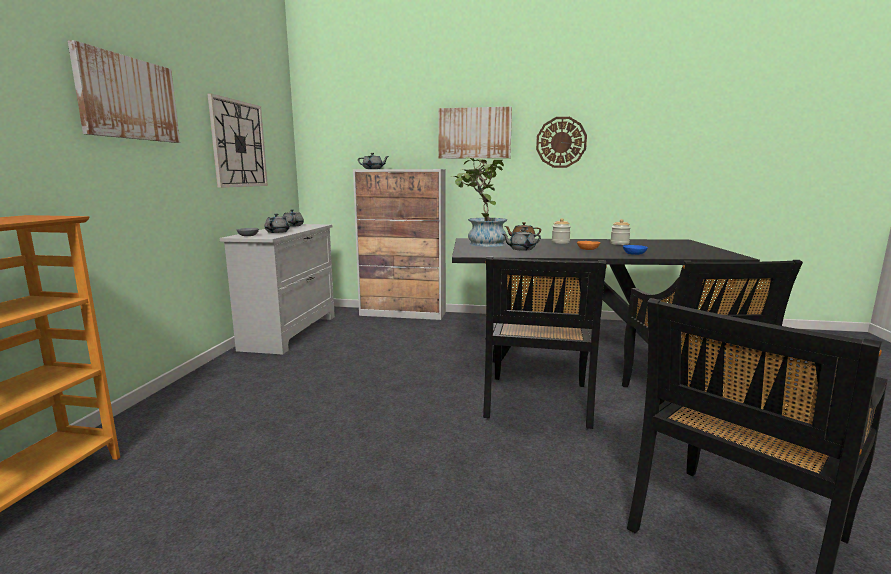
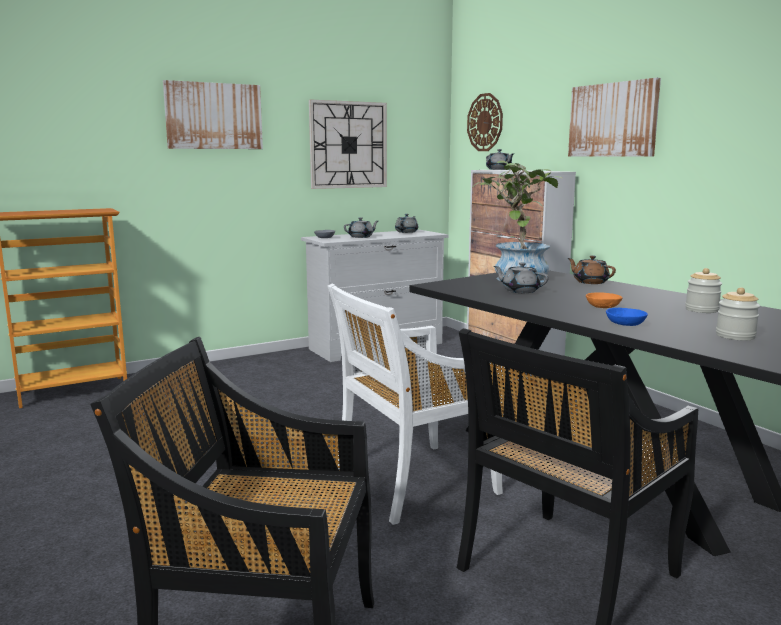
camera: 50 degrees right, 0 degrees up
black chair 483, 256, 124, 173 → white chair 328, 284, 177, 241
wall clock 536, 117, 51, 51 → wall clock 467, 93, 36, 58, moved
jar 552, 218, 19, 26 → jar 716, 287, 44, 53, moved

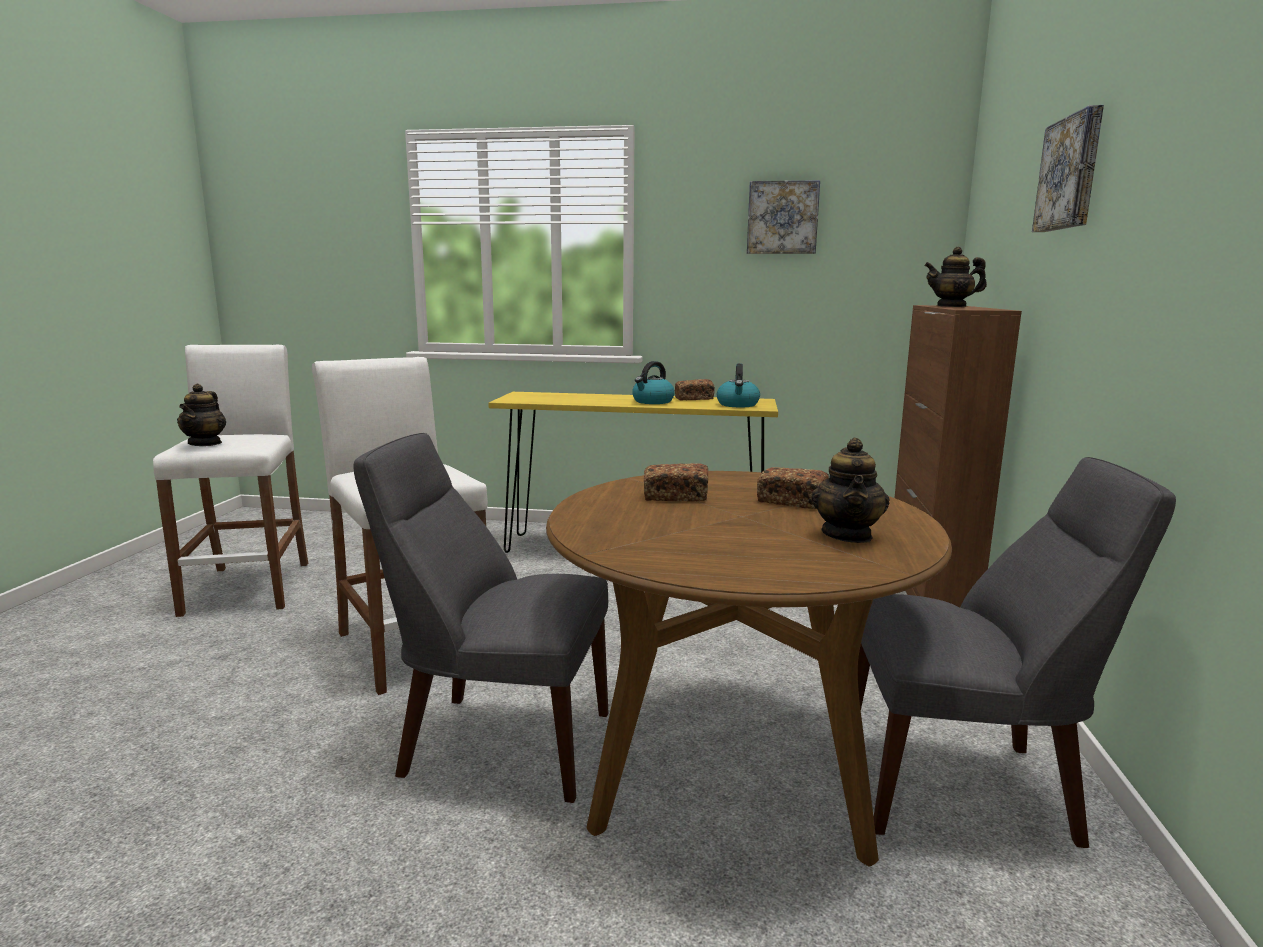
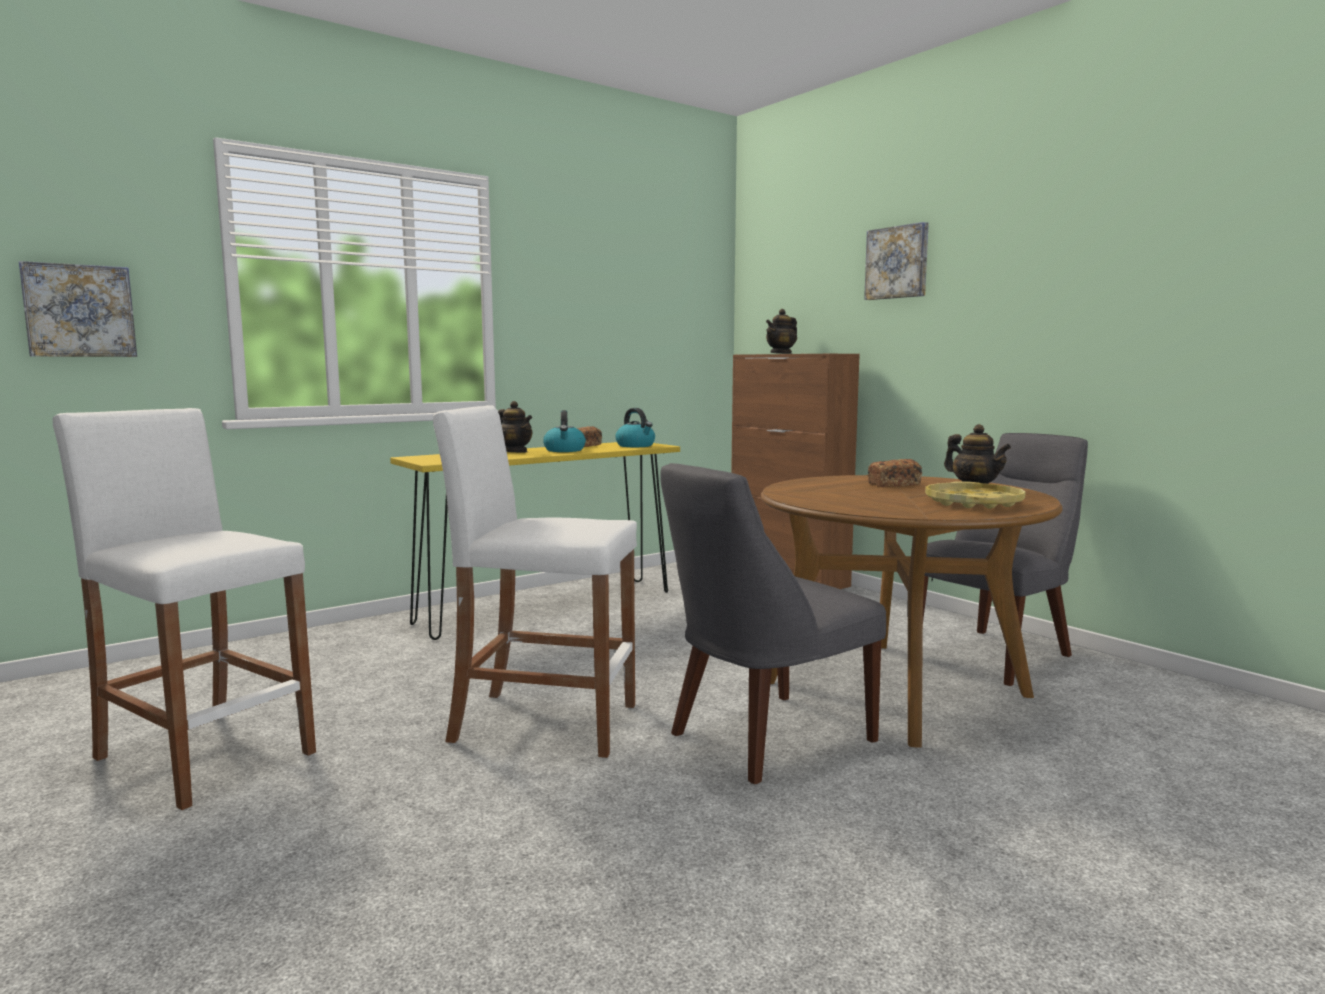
camera: 45 degrees left, 5 degrees down
teapot 177, 384, 49, 62 → teapot 498, 401, 34, 51, moved
bread 644, 463, 64, 39 → -
picture 747, 180, 73, 74 → picture 19, 261, 118, 96, moved
- → yellow tray 925, 481, 101, 28

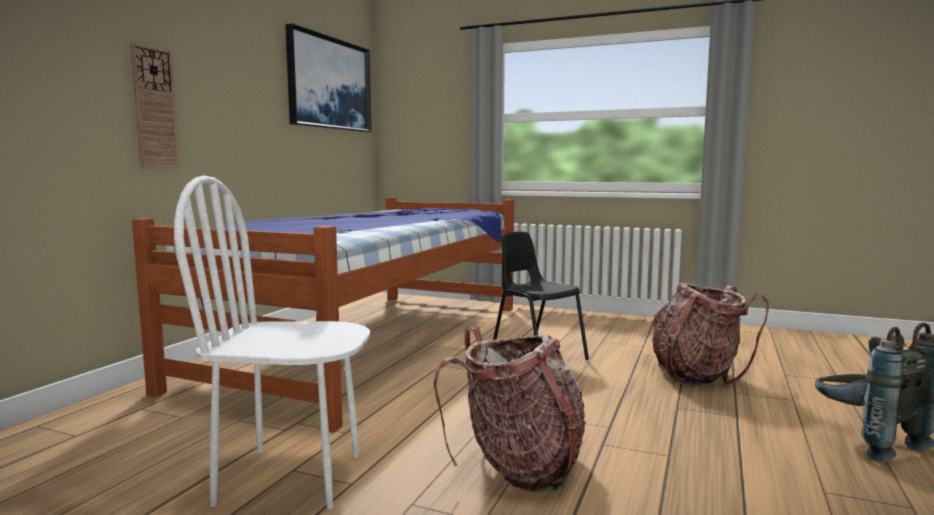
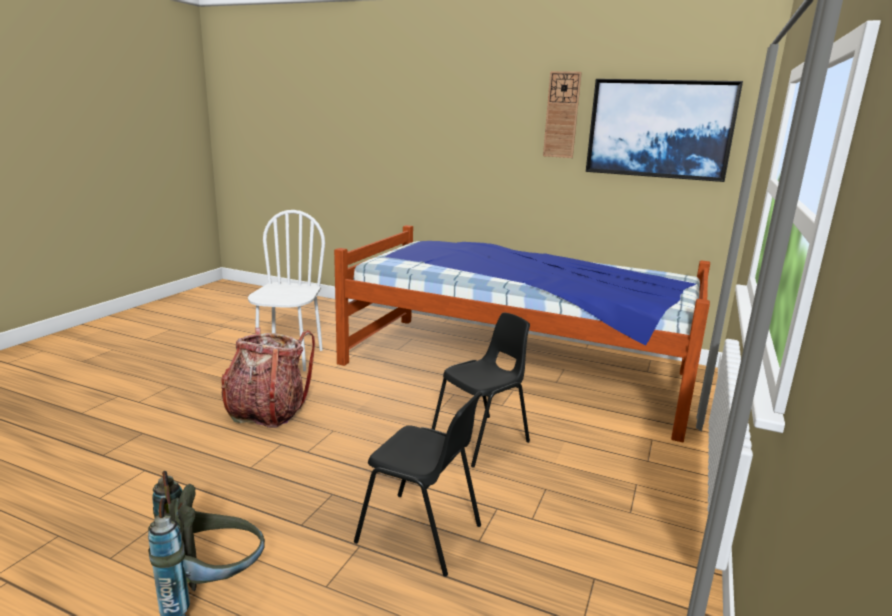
camera: 90 degrees right, 10 degrees up
wall clock 130, 43, 50, 125 → wall clock 543, 71, 39, 87, moved
backpack 652, 283, 117, 103 → black chair 354, 391, 128, 186

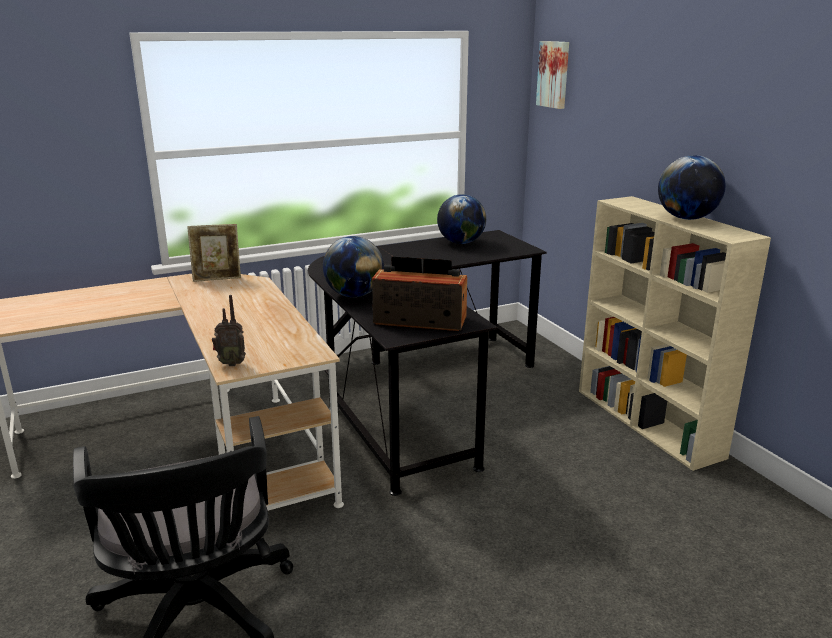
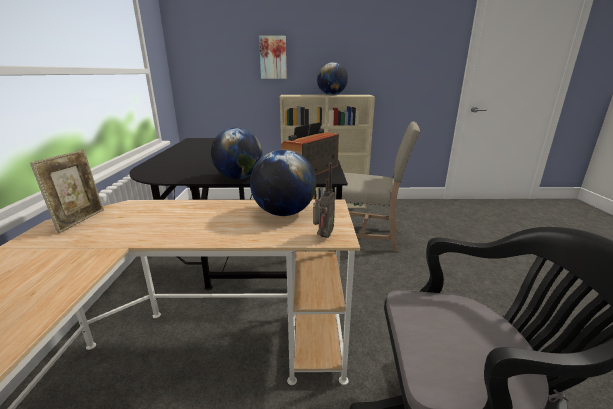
camera: 65 degrees left, 0 degrees up
globe 437, 194, 49, 50 → globe 250, 150, 66, 66, moved
picture 536, 41, 33, 68 → picture 259, 36, 28, 43, moved
- → beige chair 335, 121, 85, 131

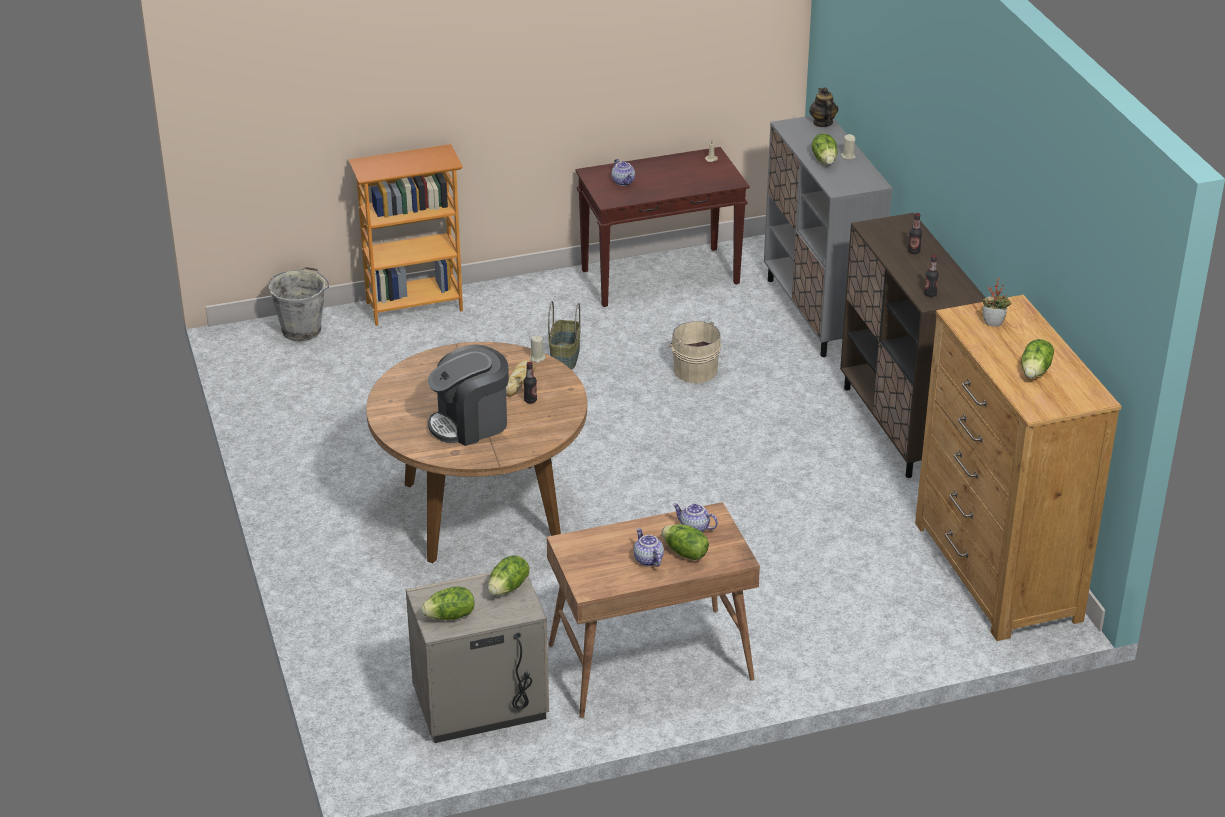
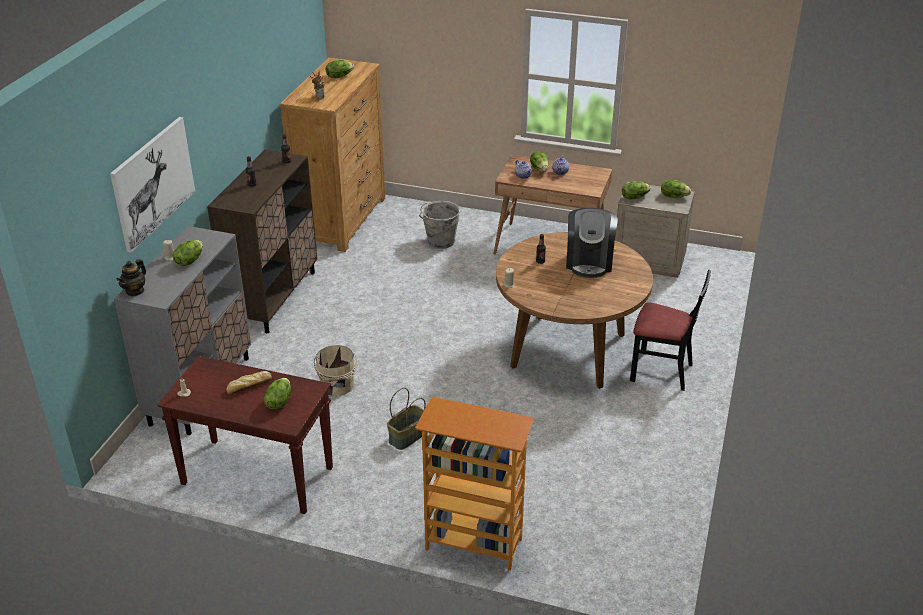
camera: 145 degrees left, 0 degrees up
grey bucket 269, 267, 60, 74 → grey bucket 419, 201, 41, 48, moved
coffee machine 428, 344, 81, 102 → coffee machine 566, 208, 52, 70, 90 degrees clockwise
bread 506, 360, 29, 37 → bread 226, 371, 46, 23, moved
teapot 612, 159, 23, 27 → lettuce 264, 378, 27, 31
- → picture 110, 117, 85, 136
- → black chair 630, 269, 81, 122

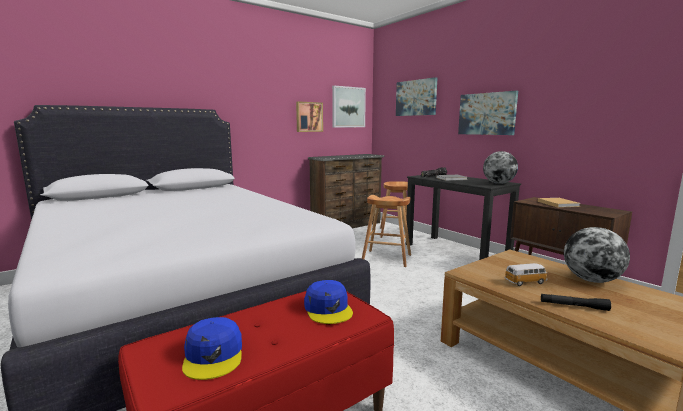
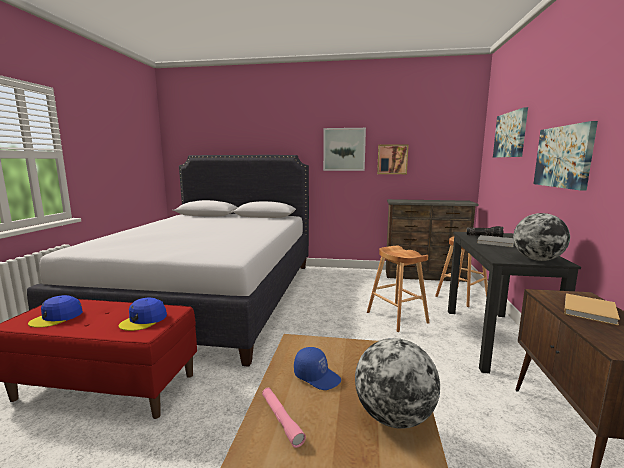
camera: 45 degrees right, 0 degrees up
picture 332, 85, 34, 42 → picture 323, 128, 43, 43, moved
toy car 504, 263, 43, 23 → blue cap 294, 347, 47, 43
black flashlight 541, 294, 70, 17 → pink flashlight 262, 388, 44, 60

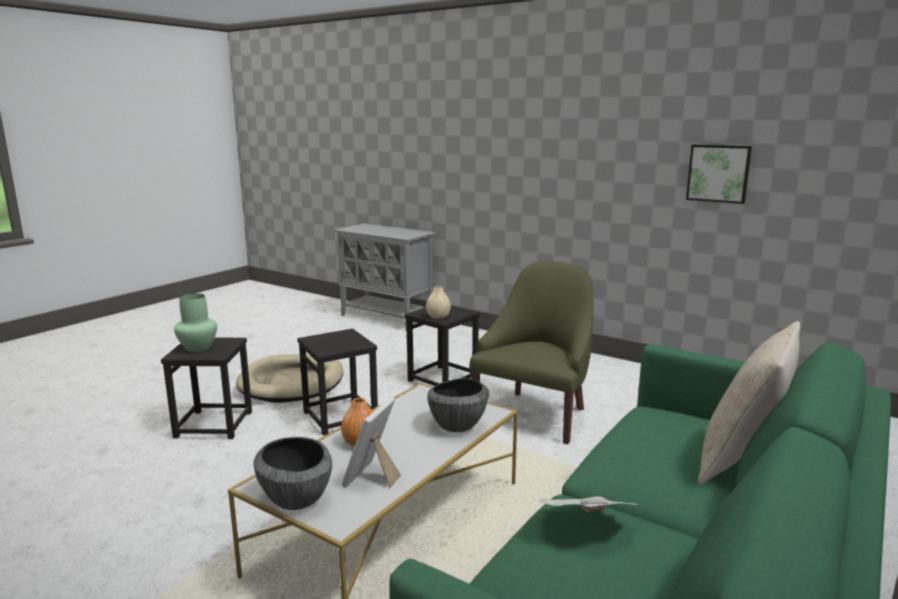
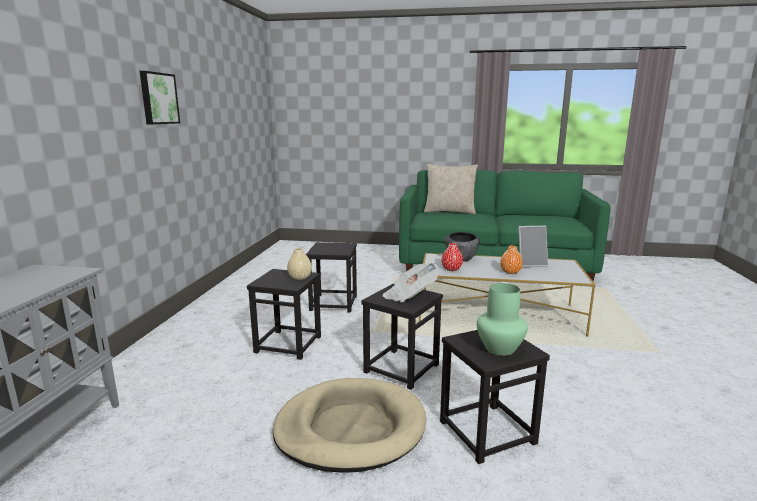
camera: 115 degrees left, 0 degrees up
bowl 253, 437, 79, 73 → -
green armchair 469, 261, 124, 183 → black stool 306, 242, 51, 70
newspaper 539, 497, 99, 16 → newspaper 383, 263, 55, 39, moved
picture 686, 145, 66, 59 → picture 140, 71, 40, 53, moved
- → red vase 441, 243, 22, 28

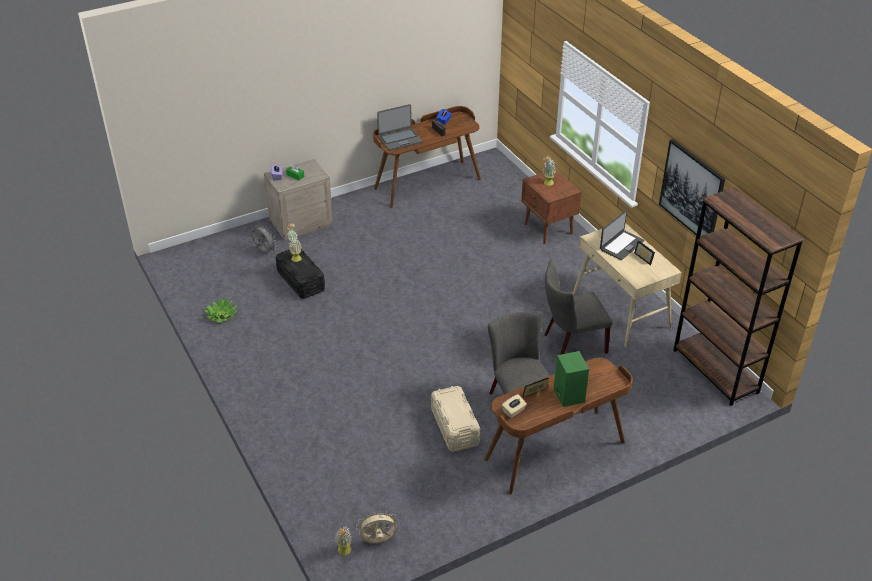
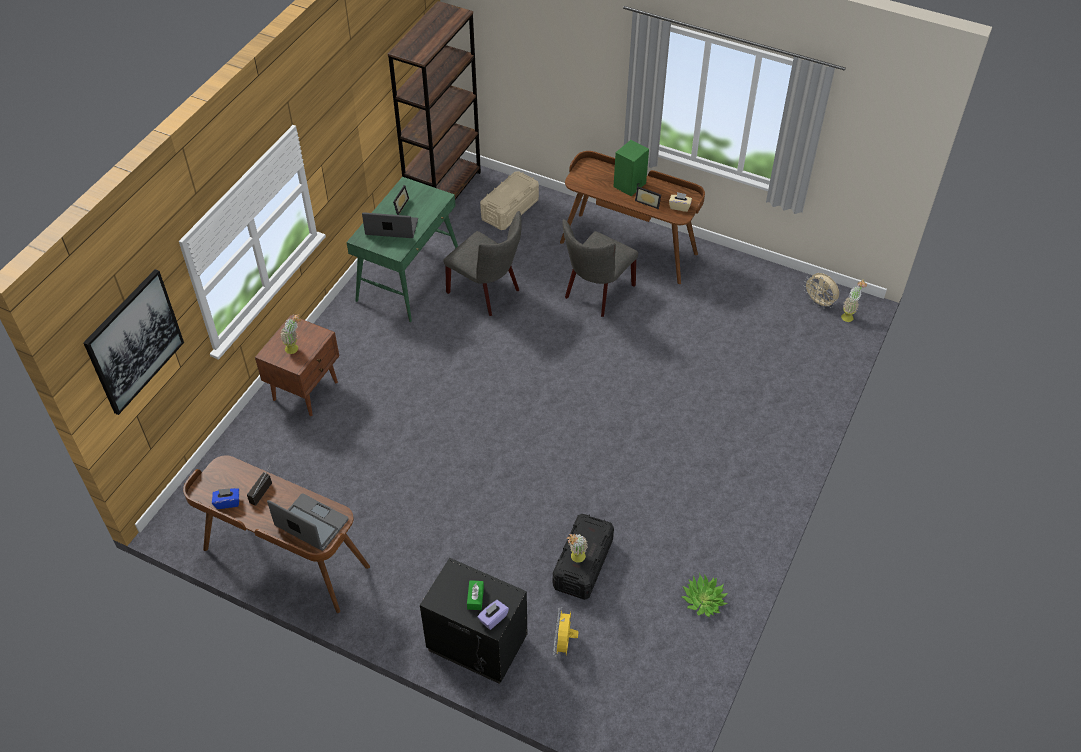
camera: 125 degrees left, 10 degrees up
grey fan 251, 223, 26, 30 → yellow fan 553, 607, 26, 50
beige nightstand 264, 159, 69, 81 → black nightstand 420, 558, 107, 126
beige storage box 431, 386, 49, 66 → beige storage box 480, 171, 59, 59, moved
beige desk 573, 223, 109, 124 → green desk 346, 177, 112, 145
picture 659, 139, 67, 97 → picture 83, 269, 101, 146, moved

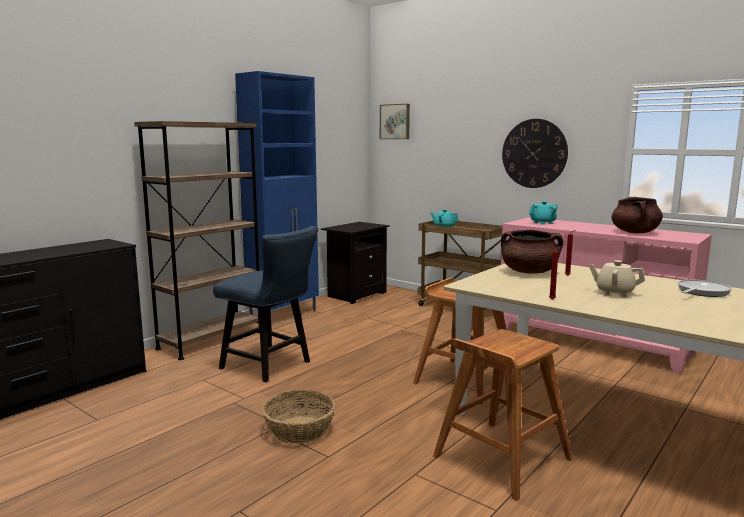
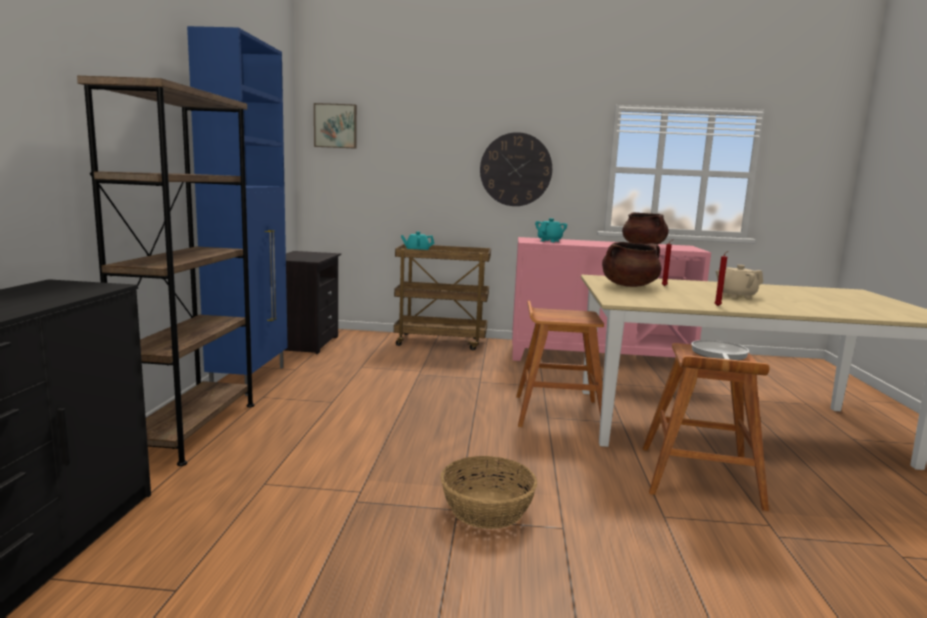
camera: 35 degrees left, 0 degrees up
blue chair 213, 226, 105, 156 → -
frying pan 678, 280, 54, 17 → frying pan 691, 340, 58, 20, moved

